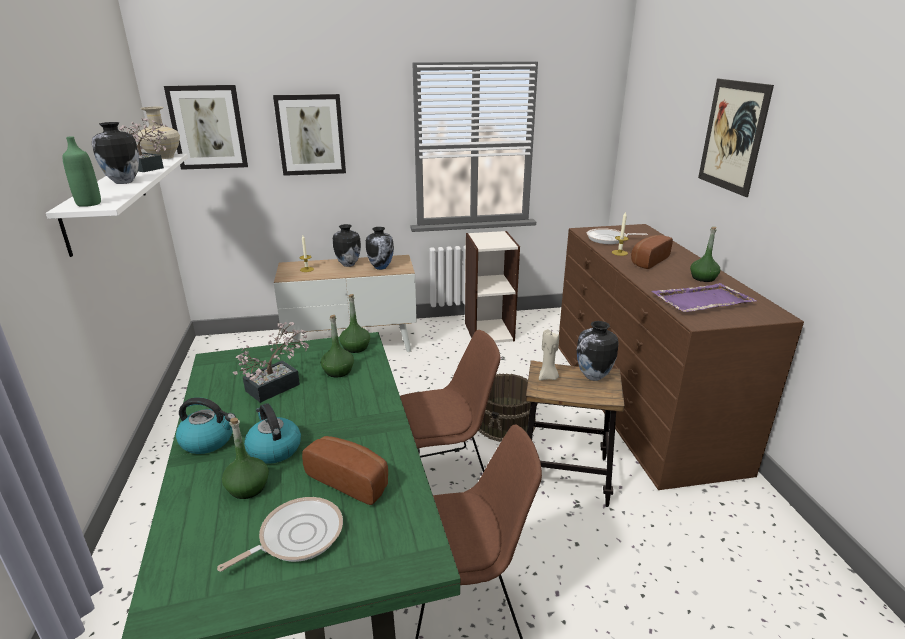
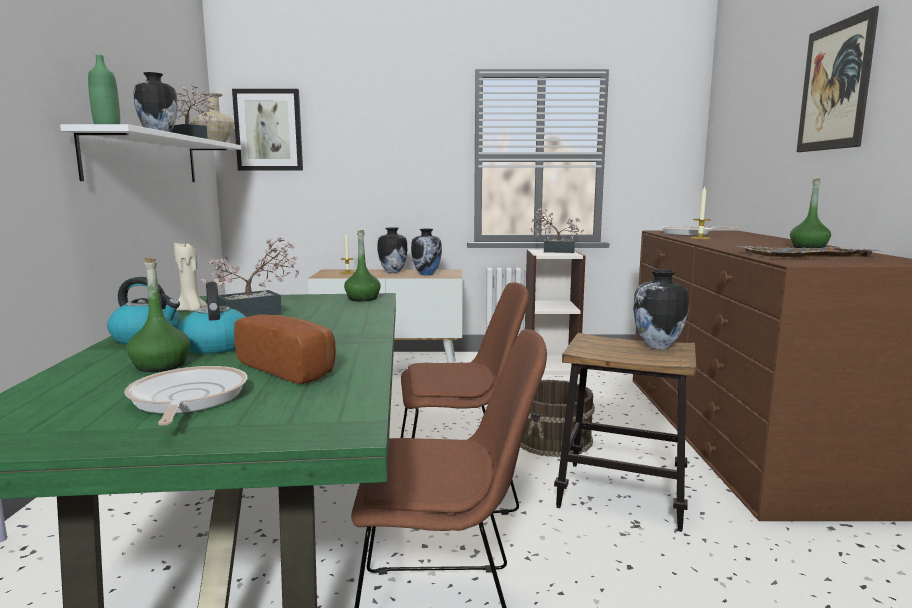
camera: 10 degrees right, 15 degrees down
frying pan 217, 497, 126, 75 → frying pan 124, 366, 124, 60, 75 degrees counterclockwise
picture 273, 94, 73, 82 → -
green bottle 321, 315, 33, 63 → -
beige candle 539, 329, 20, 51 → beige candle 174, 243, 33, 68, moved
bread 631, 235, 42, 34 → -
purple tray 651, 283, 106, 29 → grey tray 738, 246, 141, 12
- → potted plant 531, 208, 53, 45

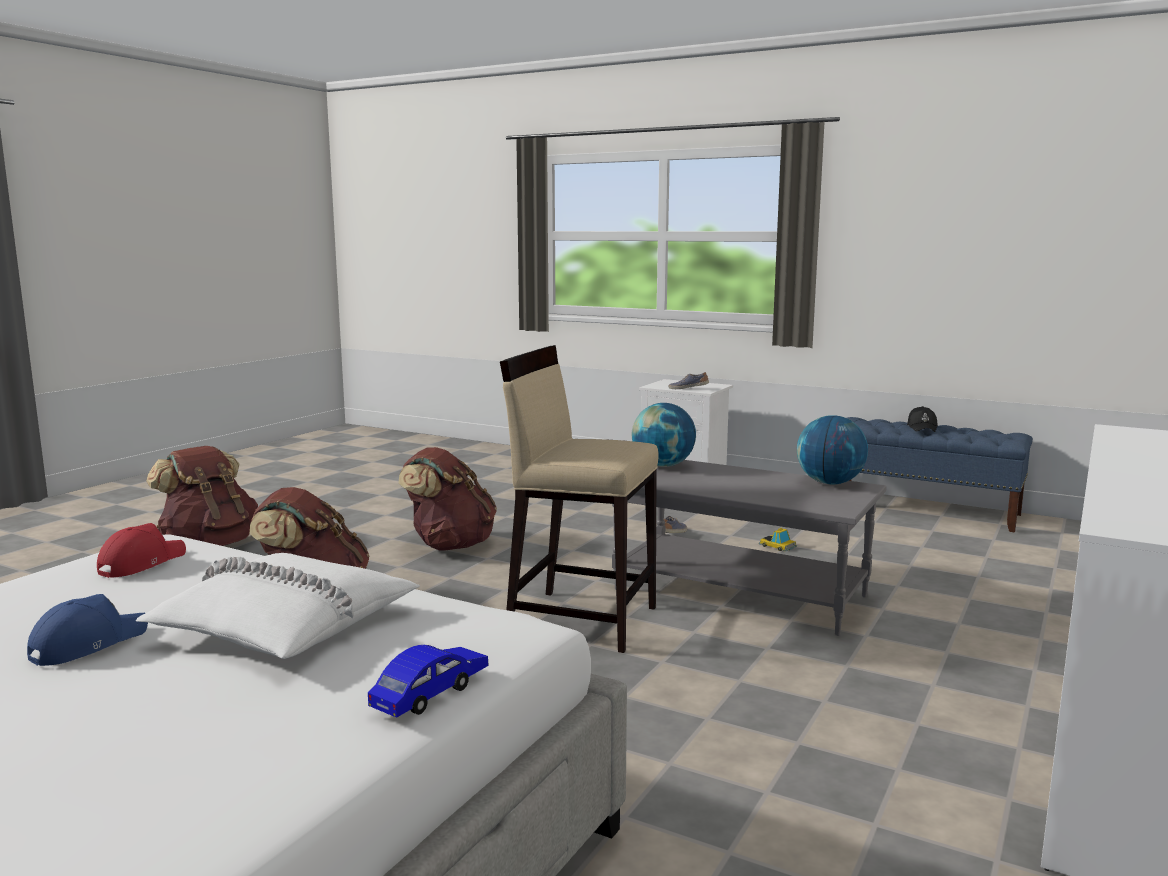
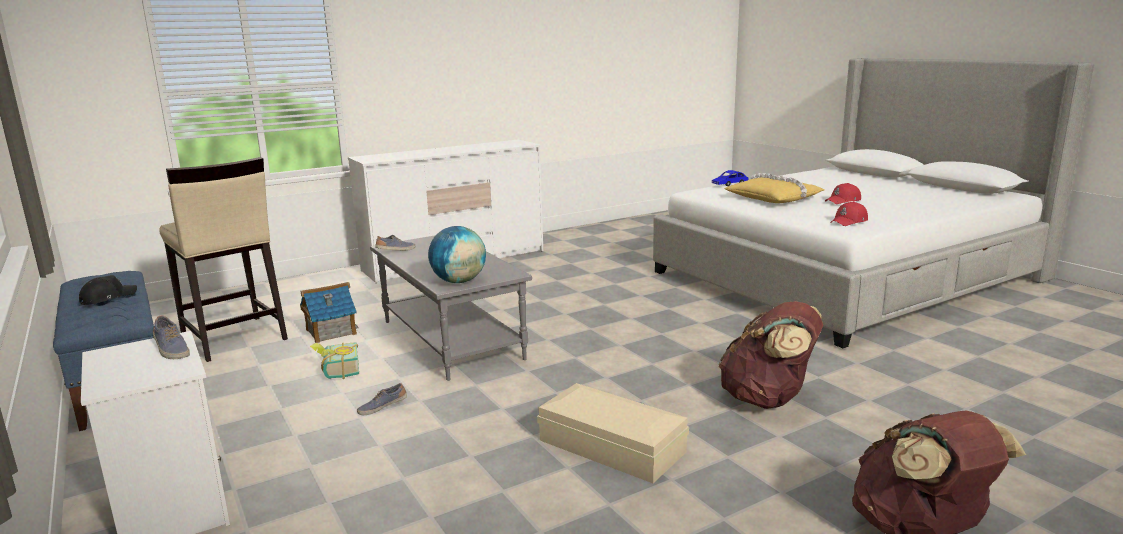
camera: 150 degrees left, 5 degrees up
blue cap 27, 594, 121, 72 → red cap 825, 183, 36, 21
white pillow 136, 553, 284, 106 → yellow pillow 724, 173, 101, 30
brown backpack 398, 447, 99, 104 → beige storage box 537, 383, 152, 100
beige stool 500, 345, 159, 308 → beige stool 159, 157, 129, 205, moved
toy car 758, 528, 39, 23 → book 310, 342, 49, 37
globe 797, 415, 71, 70 → shoe 375, 235, 40, 16
- → toy house 300, 282, 59, 61

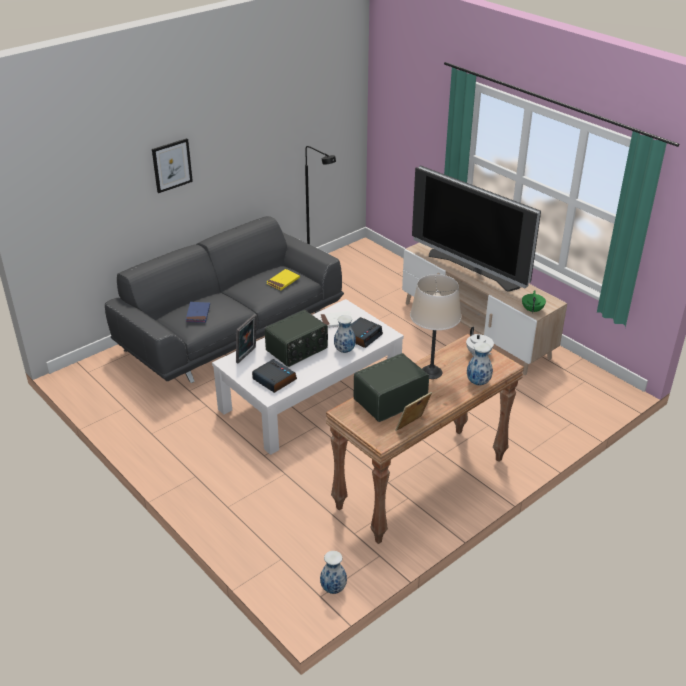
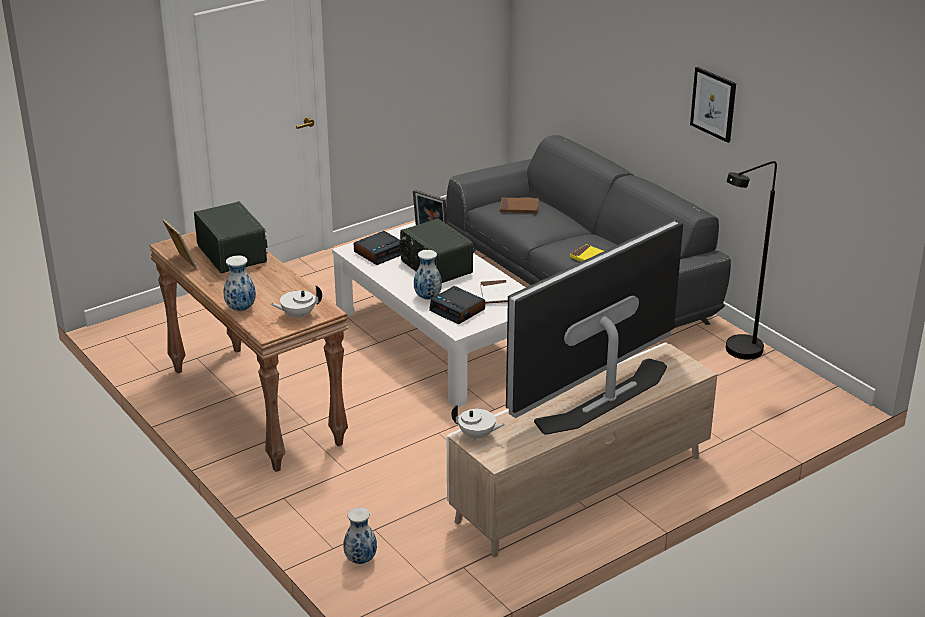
camera: 95 degrees right, 5 degrees down
picture 152, 138, 41, 55 → picture 690, 67, 46, 76, moved
blue book 185, 302, 25, 21 → brown book 500, 198, 39, 15
vase 320, 551, 27, 43 → vase 343, 507, 34, 57, moved
beige table lamp 410, 274, 51, 105 → -
green teapot 522, 290, 24, 23 → white teapot 451, 405, 55, 36

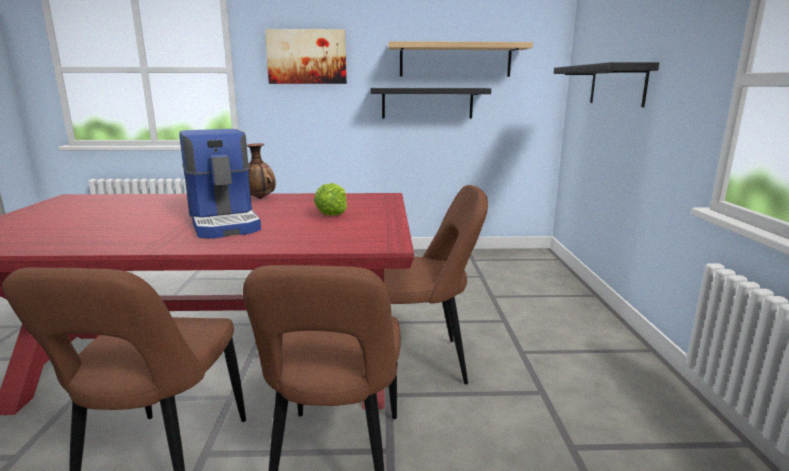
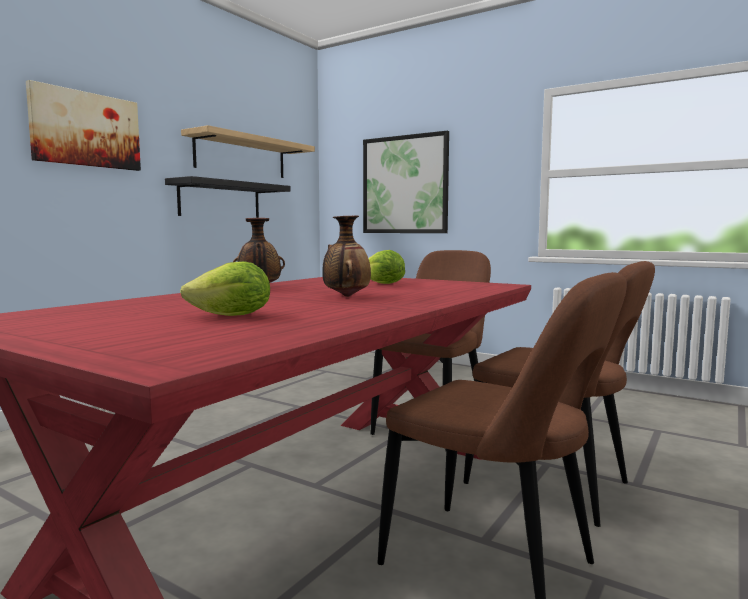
camera: 55 degrees left, 10 degrees down
coffee machine 179, 129, 82, 110 → vase 322, 216, 49, 81
black shelf 554, 62, 105, 45 → picture 363, 131, 86, 102
- → lettuce 180, 261, 90, 55

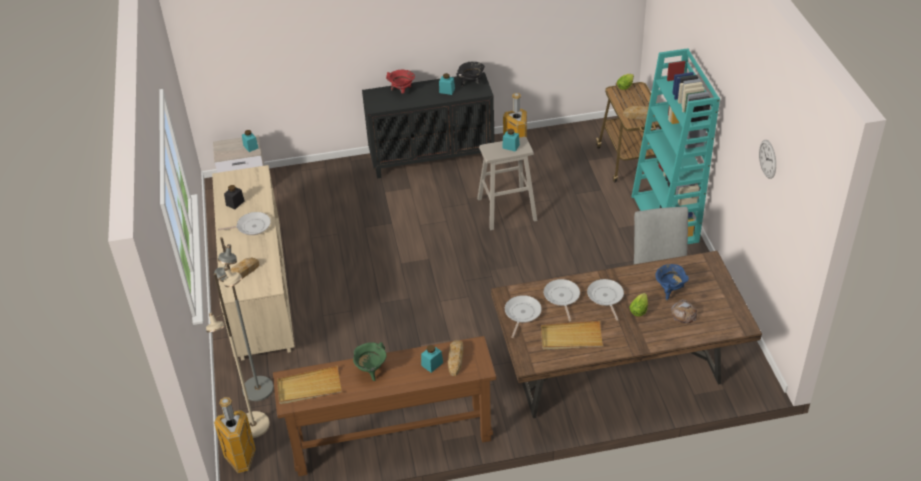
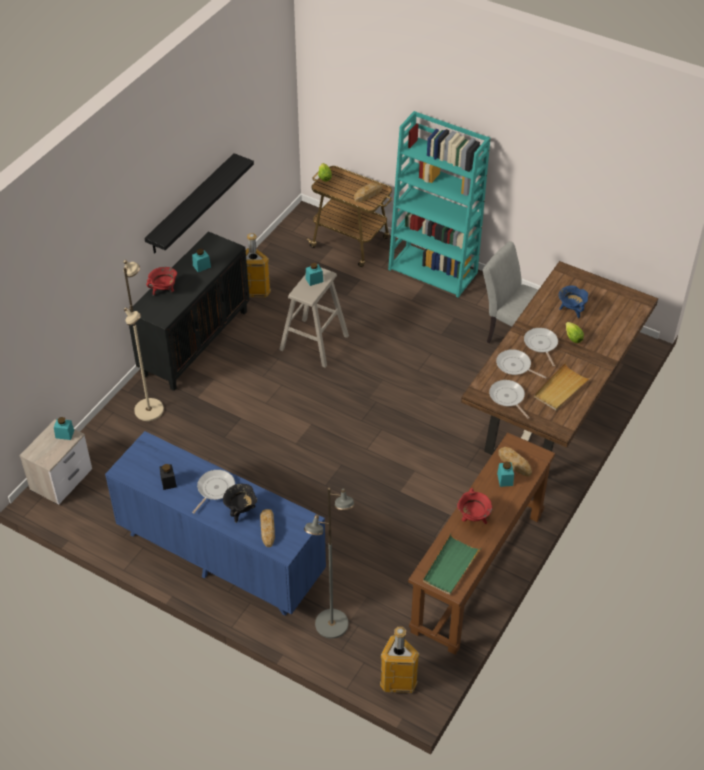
camera: 50 degrees left, 5 degrees up
beige floor lamp 206, 267, 64, 171 → beige floor lamp 123, 260, 41, 161, moved
beige dresser 212, 165, 83, 196 → blue dresser 105, 431, 221, 185
beige tray 277, 366, 65, 38 → green tray 423, 534, 58, 61
green cooking pot 353, 342, 33, 39 → red cooking pot 457, 488, 35, 36
black cooking pot 457, 62, 28, 25 → black cooking pot 223, 484, 34, 39, moved
frying pan 587, 279, 37, 42 → frying pan 524, 328, 34, 39, 45 degrees clockwise
bread 671, 299, 26, 24 → -
wall clock 759, 140, 17, 39 → -
- → black shelf 144, 153, 110, 101

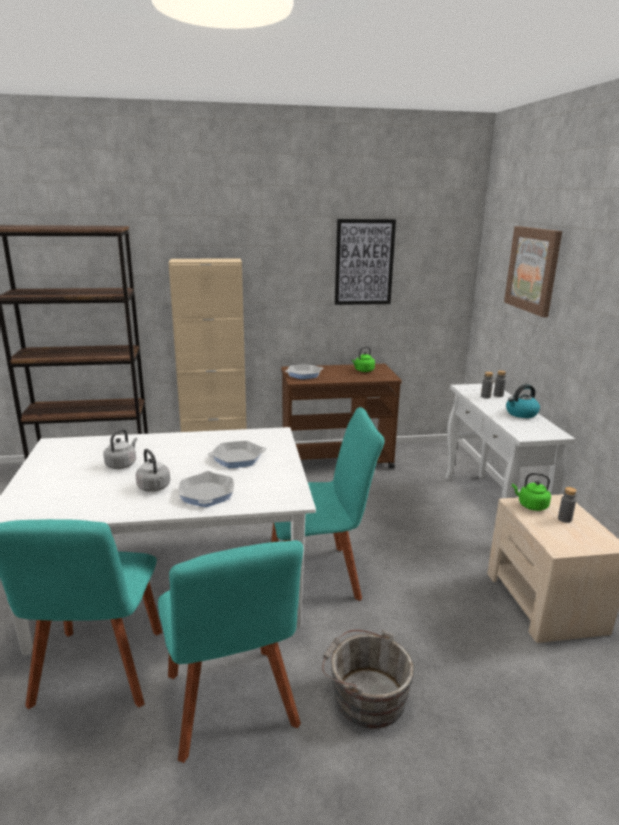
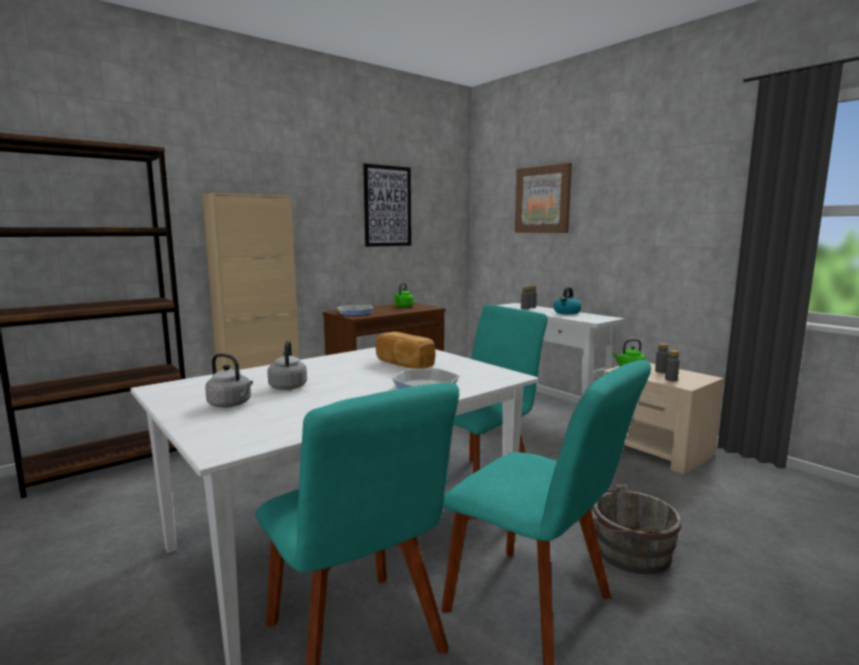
camera: 30 degrees left, 10 degrees down
grey kettle 136, 449, 34, 43 → grey kettle 205, 353, 48, 54, moved
frying pan 208, 441, 58, 27 → bread 375, 331, 61, 38
- → grey bottle 665, 350, 14, 31

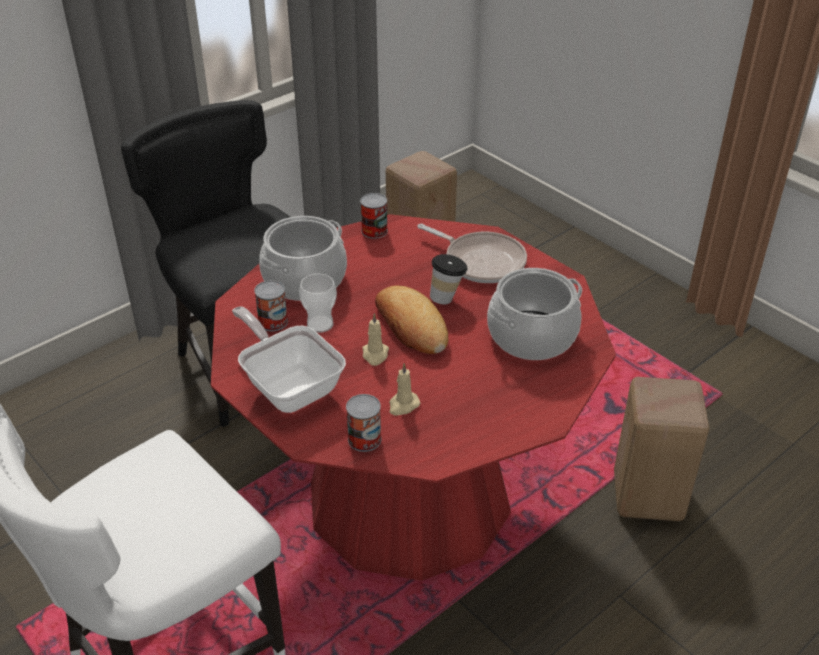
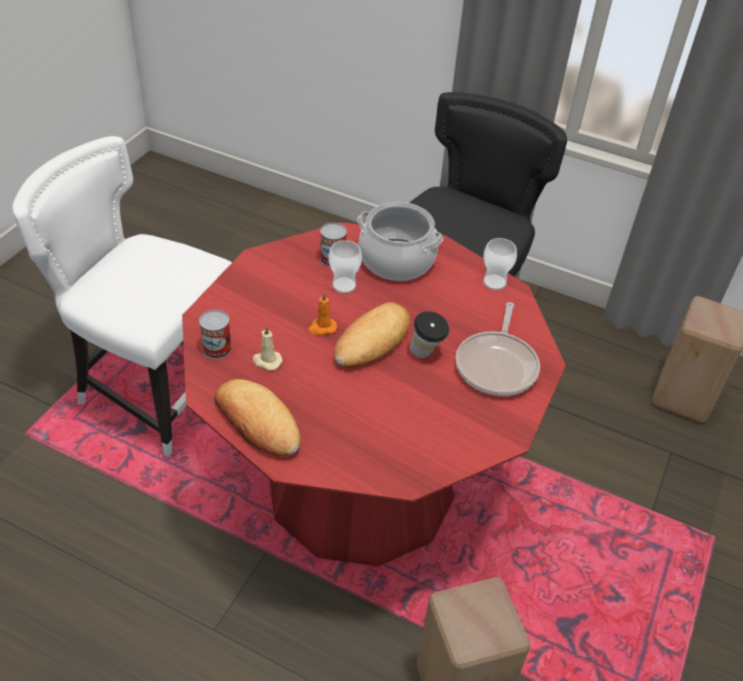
camera: 65 degrees right, 5 degrees up
frying pan 232, 306, 114, 107 → -
can 360, 193, 28, 46 → cup 483, 238, 34, 52
beige candle 362, 313, 27, 53 → orange candle 308, 292, 29, 44
cooking pot 487, 268, 95, 92 → -
- → bread 215, 379, 86, 77

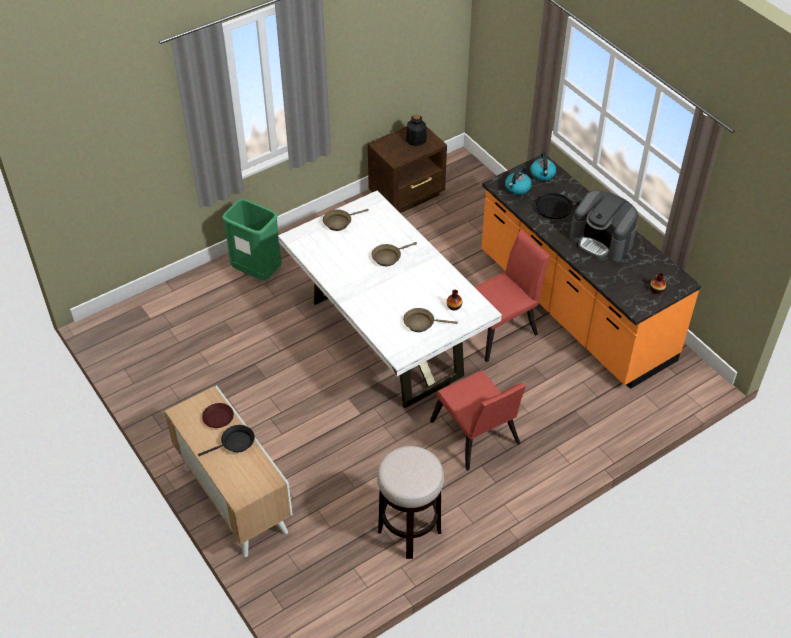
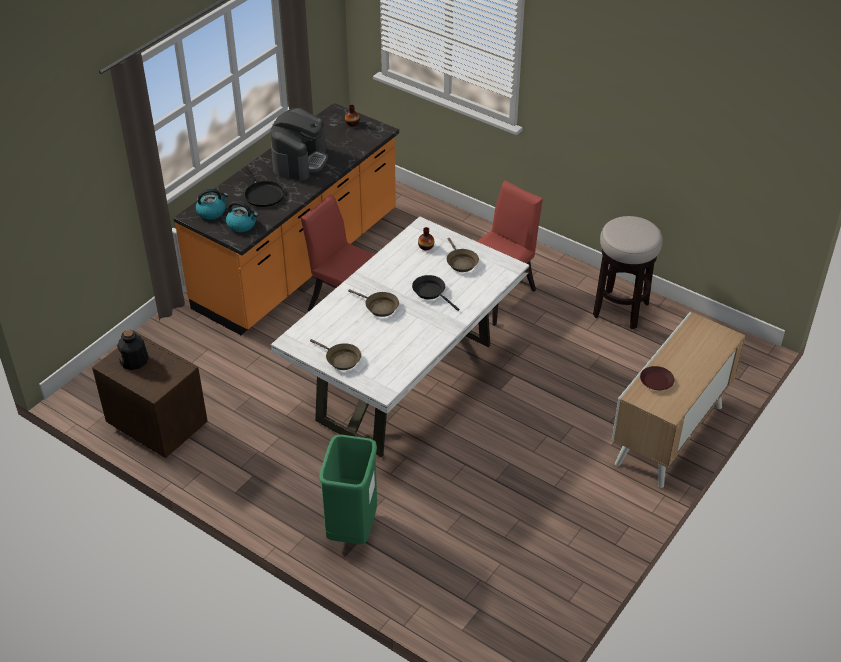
camera: 110 degrees left, 5 degrees down
black frying pan 198, 425, 57, 31 → black frying pan 412, 275, 47, 36, moved

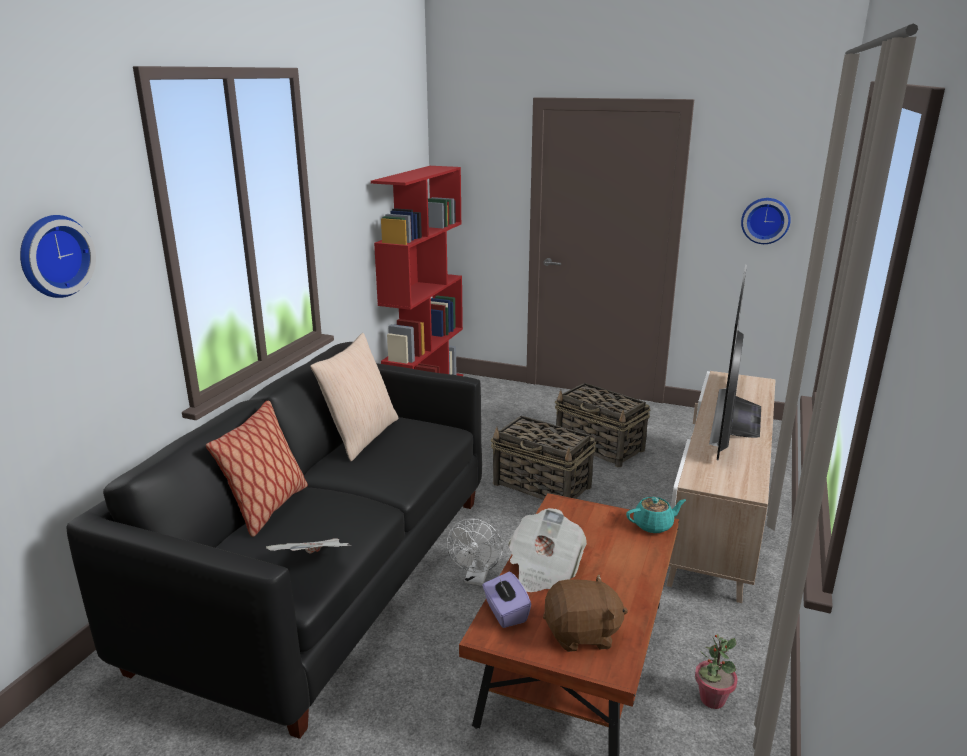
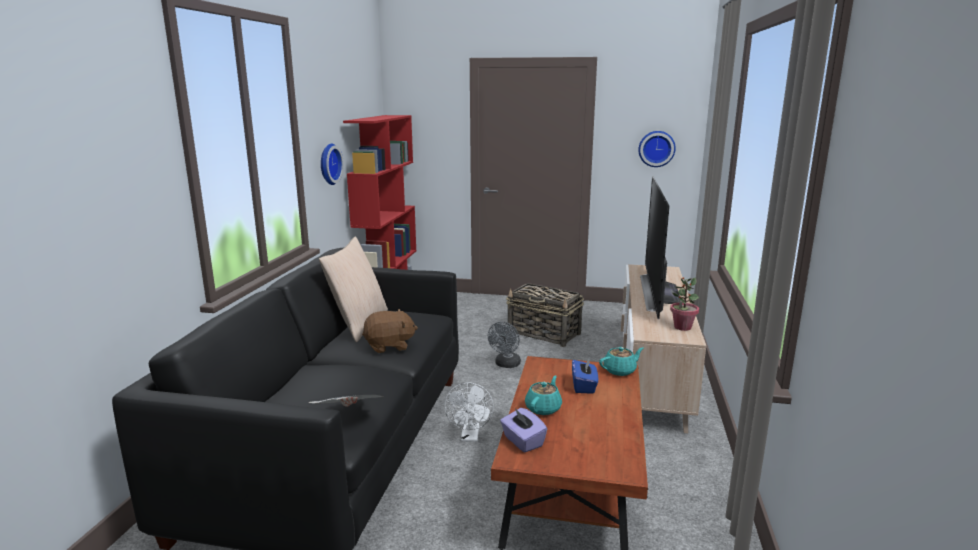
camera: 10 degrees left, 5 degrees down
wall clock 20, 215, 76, 83 → wall clock 321, 143, 23, 42, moved
pillow 206, 401, 102, 136 → -
basket 491, 416, 105, 84 → grey fan 488, 322, 33, 46
newspaper 508, 508, 79, 84 → turquoise teapot 525, 375, 37, 40
brown plush toy 543, 574, 85, 78 → brown plush toy 362, 309, 56, 44, moved
potted plant 695, 634, 43, 75 → potted plant 670, 278, 29, 53, moved
- → blue tissue box 572, 359, 26, 35

